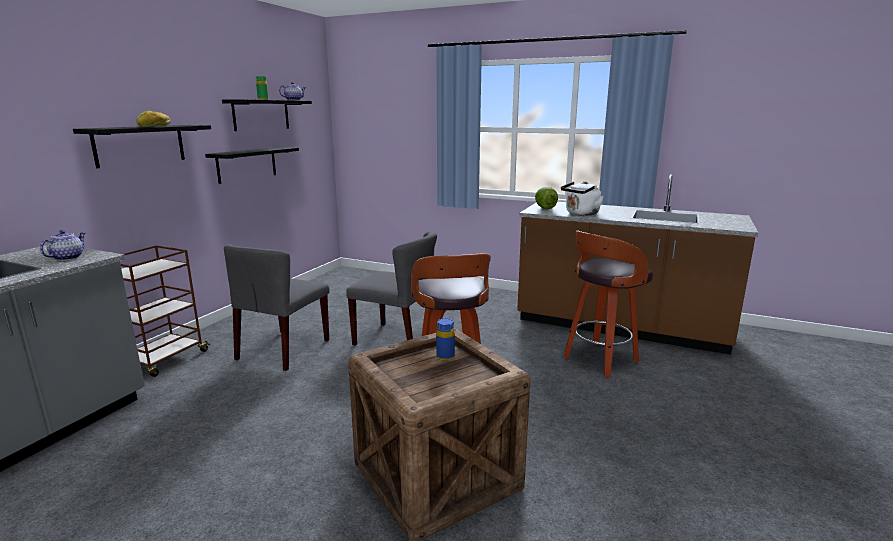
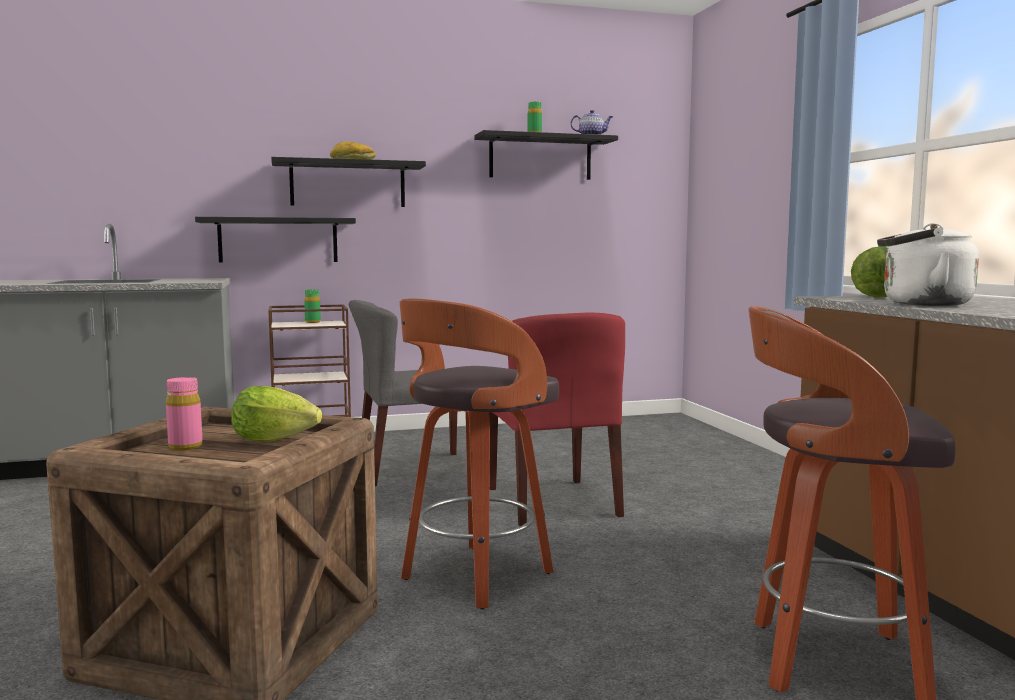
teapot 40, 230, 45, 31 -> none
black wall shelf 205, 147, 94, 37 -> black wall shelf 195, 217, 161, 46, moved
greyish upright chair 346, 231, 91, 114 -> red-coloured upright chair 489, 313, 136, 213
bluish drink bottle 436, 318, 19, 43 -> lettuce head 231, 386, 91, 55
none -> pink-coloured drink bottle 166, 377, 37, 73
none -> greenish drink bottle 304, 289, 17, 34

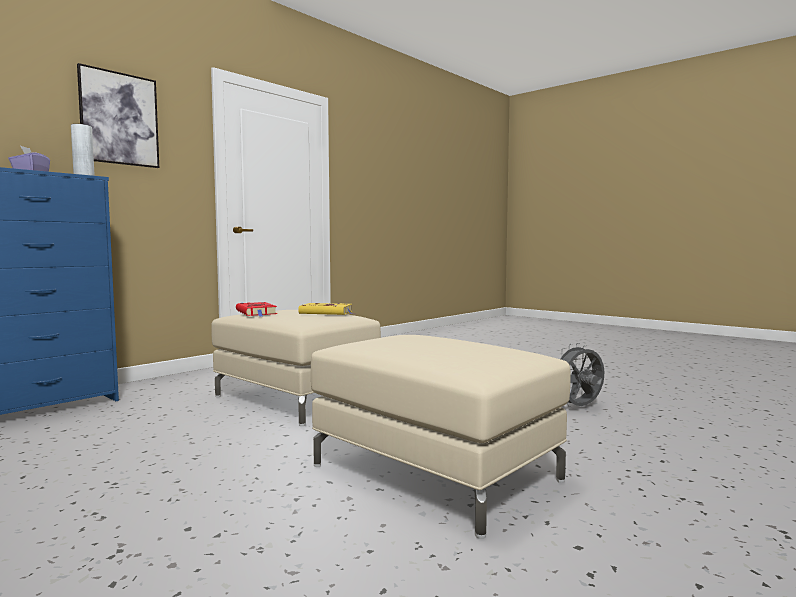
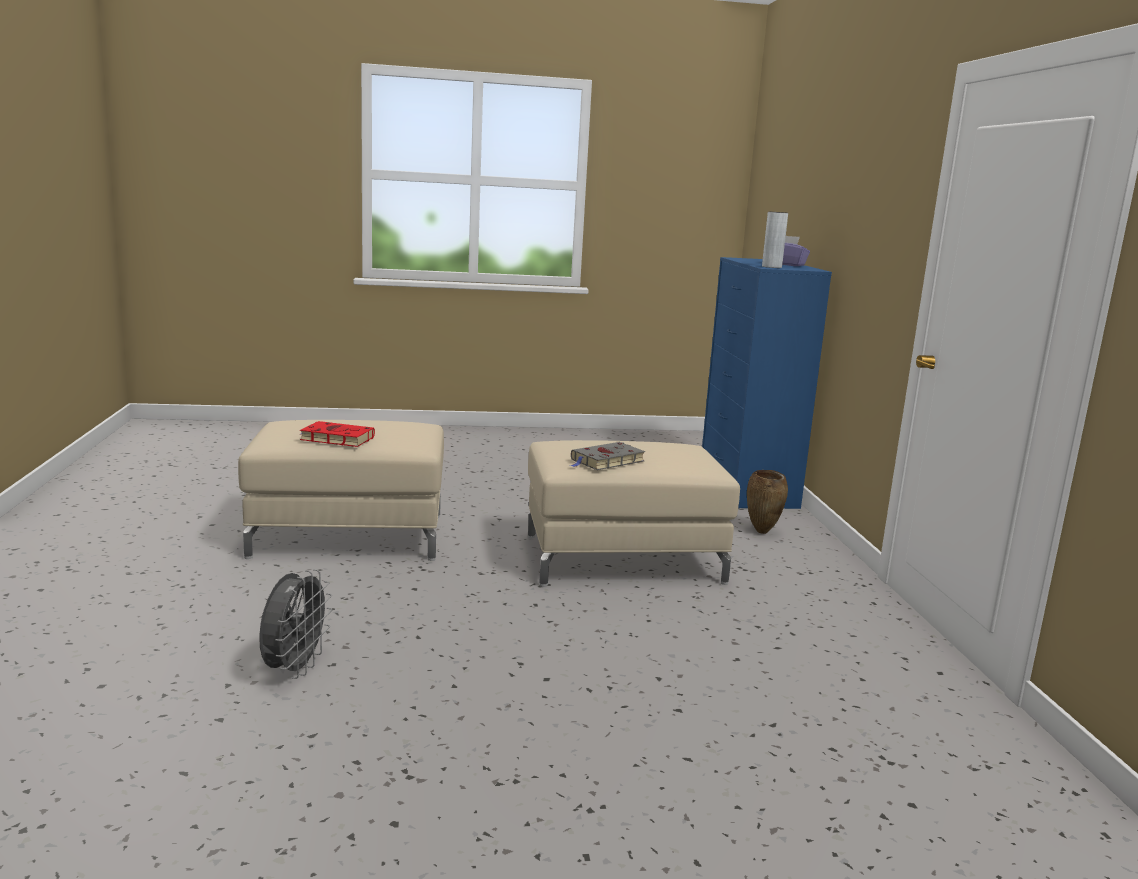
wall picture 77, 63, 82, 105 -> none
red-coloured book 236, 302, 41, 15 -> red-coloured book 300, 421, 75, 26, moved
yellowish book 298, 303, 55, 12 -> greyish book 570, 442, 75, 28
none -> brown flower vase 747, 470, 41, 64

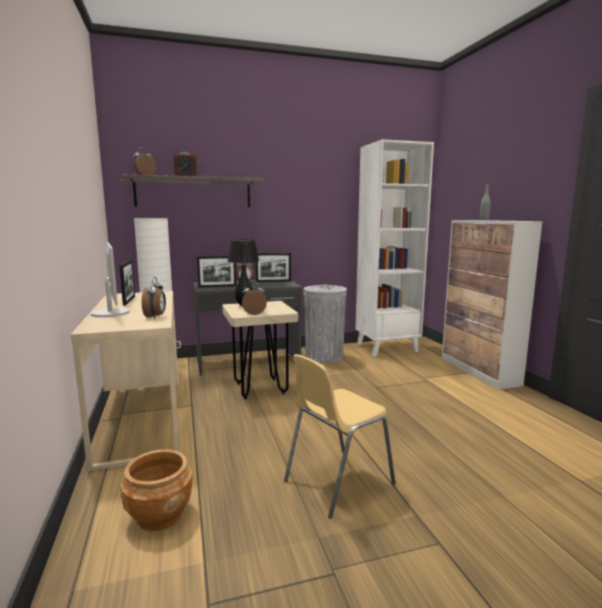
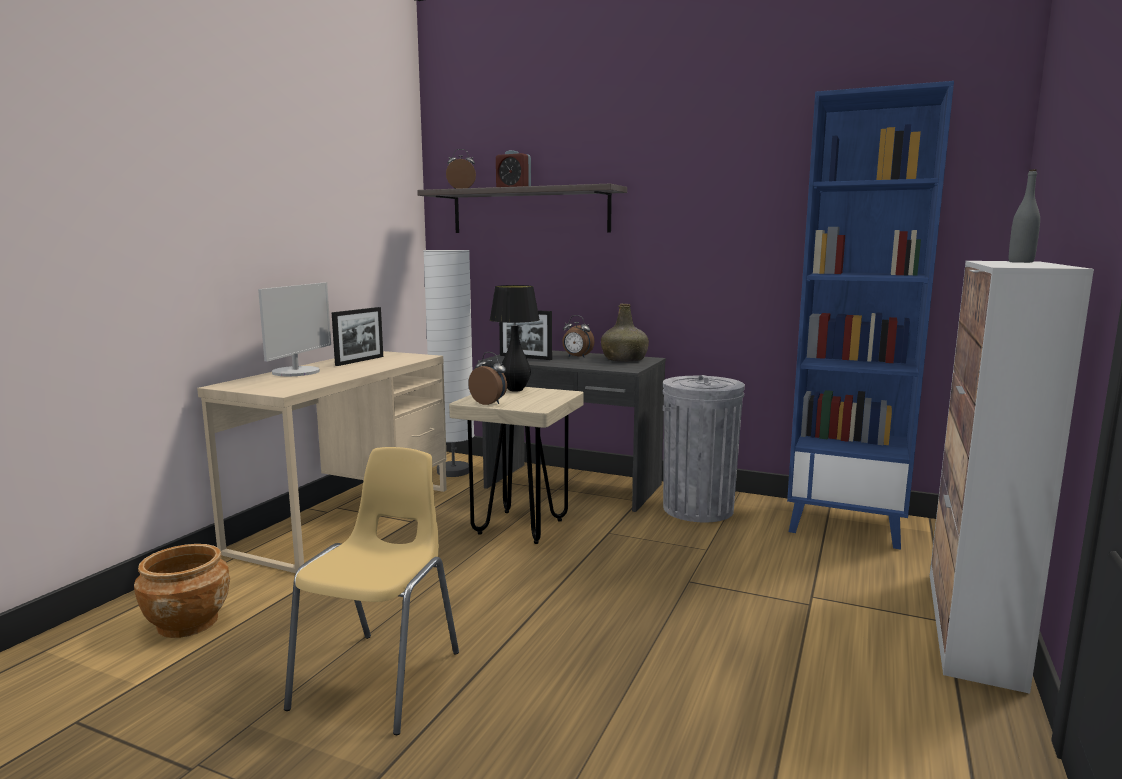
bedside clock 142, 277, 24, 42 -> none
photo frame 256, 253, 35, 29 -> greenish drink bottle 601, 304, 48, 58
yellowish upright chair 284, 354, 112, 165 -> yellowish upright chair 284, 447, 175, 288, 105 degrees clockwise
whitish bookshelf 355, 139, 79, 217 -> bluish bookshelf 787, 81, 167, 469

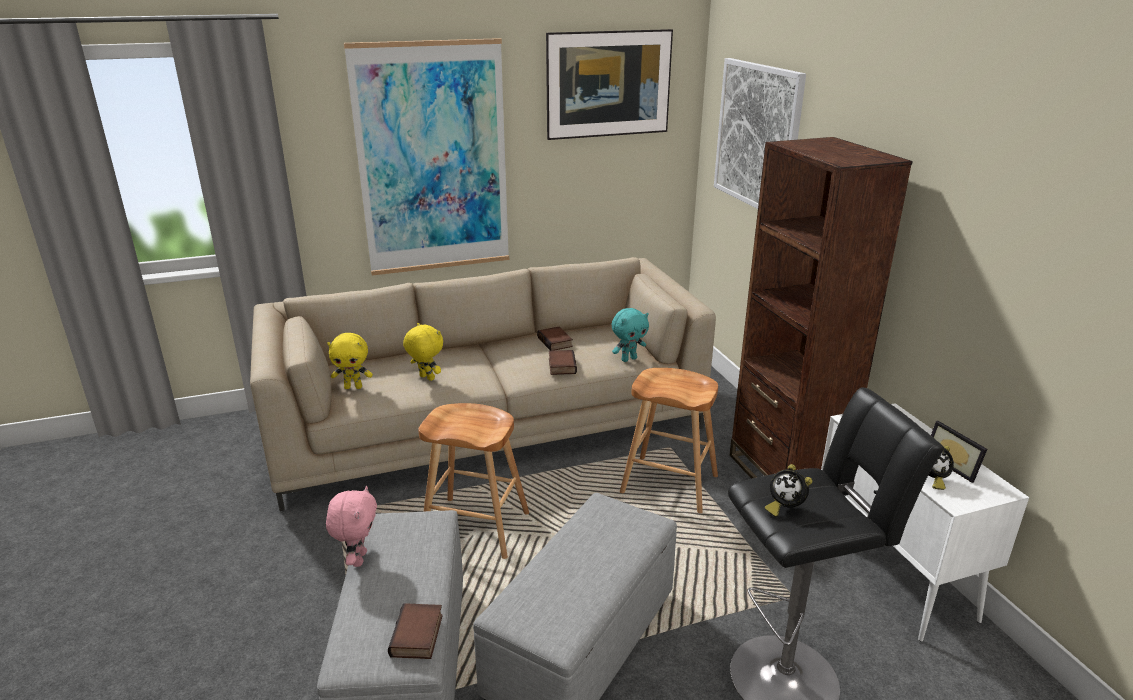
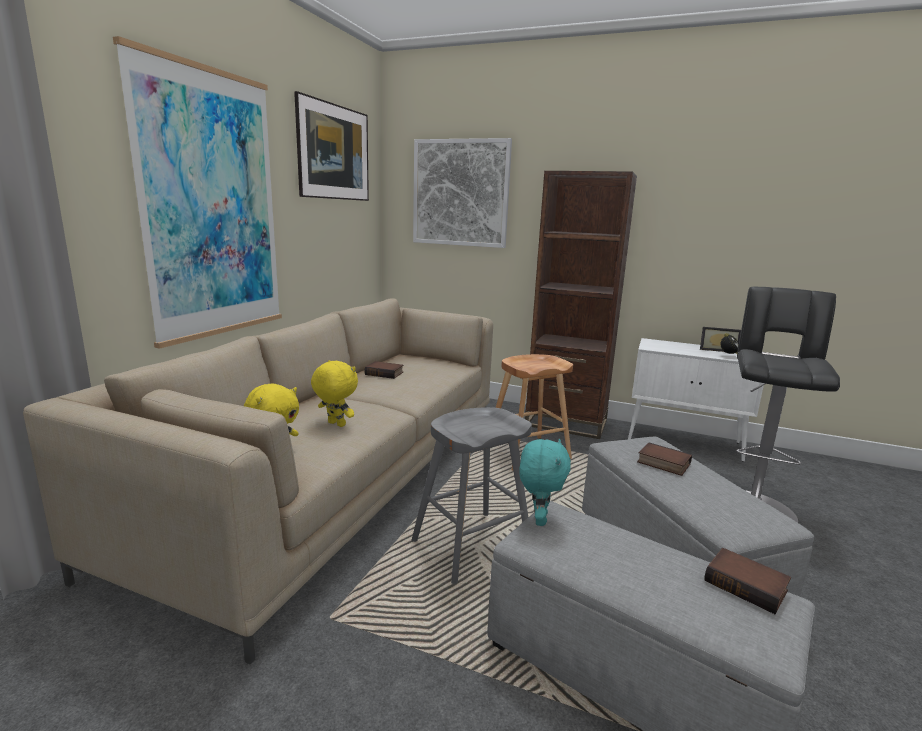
pink-coloured plush toy 326, 486, 51, 81 -> none
yellowish plush toy 403, 323, 40, 58 -> yellowish plush toy 311, 360, 47, 67, 45 degrees clockwise
brown stool seat 418, 403, 111, 156 -> greyish stool seat 412, 407, 120, 177
book 549, 350, 28, 25 -> book 637, 442, 55, 34, moved
turquoise plush toy 612, 308, 37, 54 -> turquoise plush toy 519, 439, 52, 87, moved
bedside clock 765, 464, 47, 53 -> none

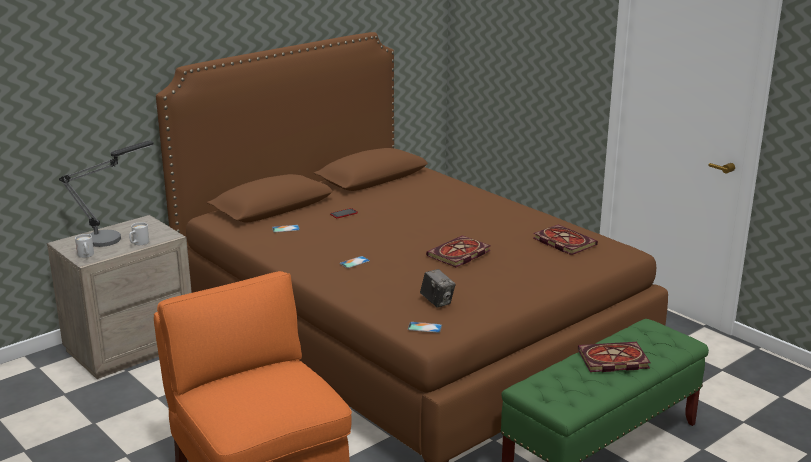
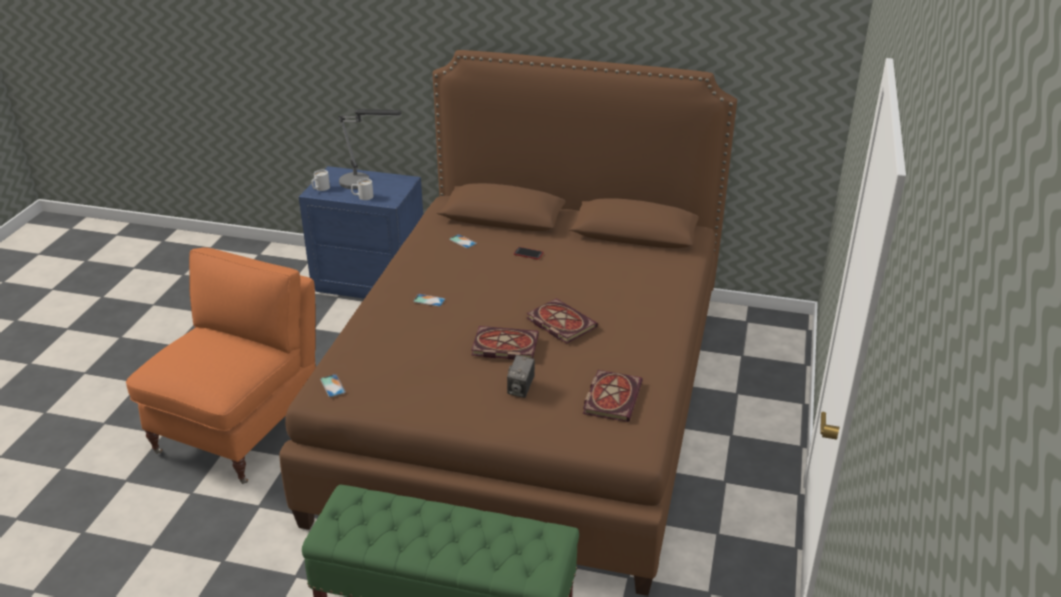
sand-coloured bedside table 47, 215, 145, 164 -> bluish bedside table 299, 166, 124, 133
still camera 420, 269, 36, 39 -> still camera 507, 355, 28, 43, moved
book 578, 342, 72, 30 -> book 526, 298, 72, 46, moved

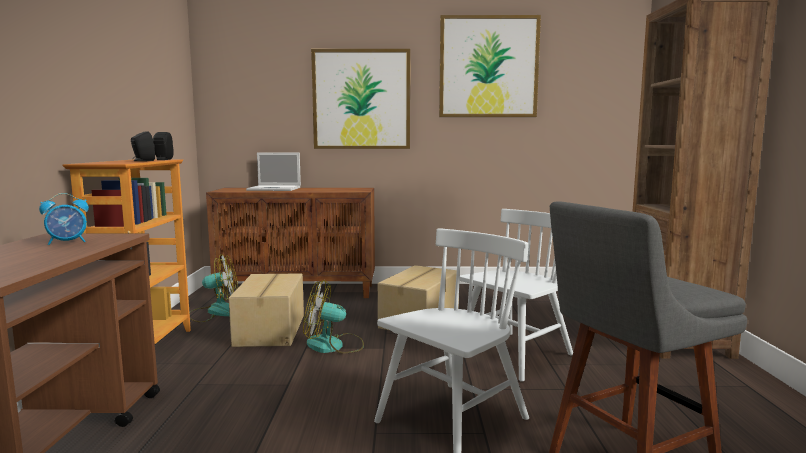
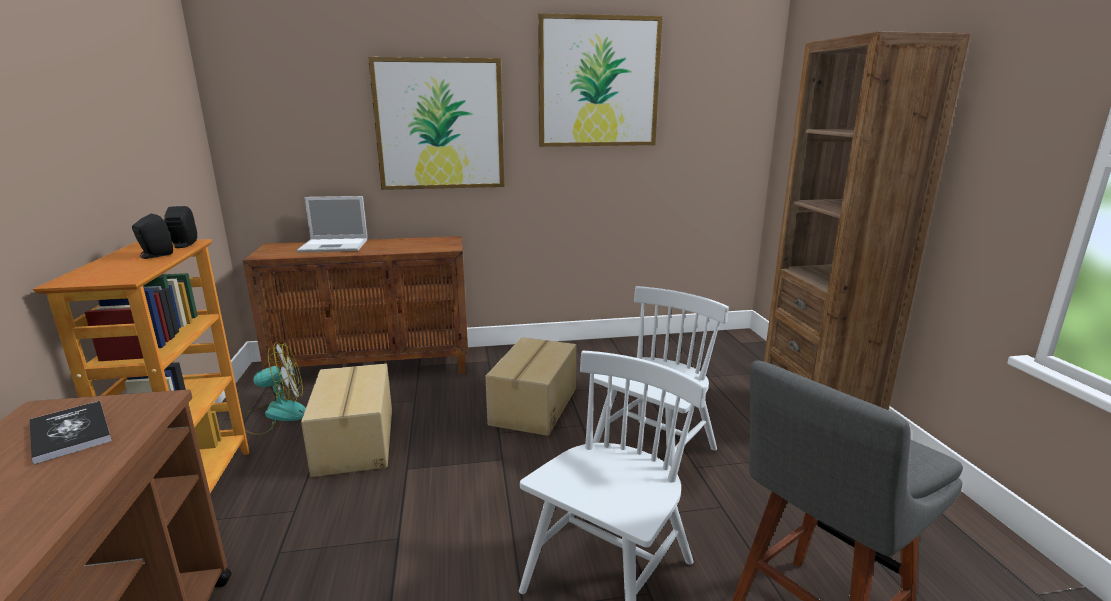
bedside clock 39, 193, 50, 52 -> book 30, 401, 82, 63
fan 303, 280, 61, 74 -> none

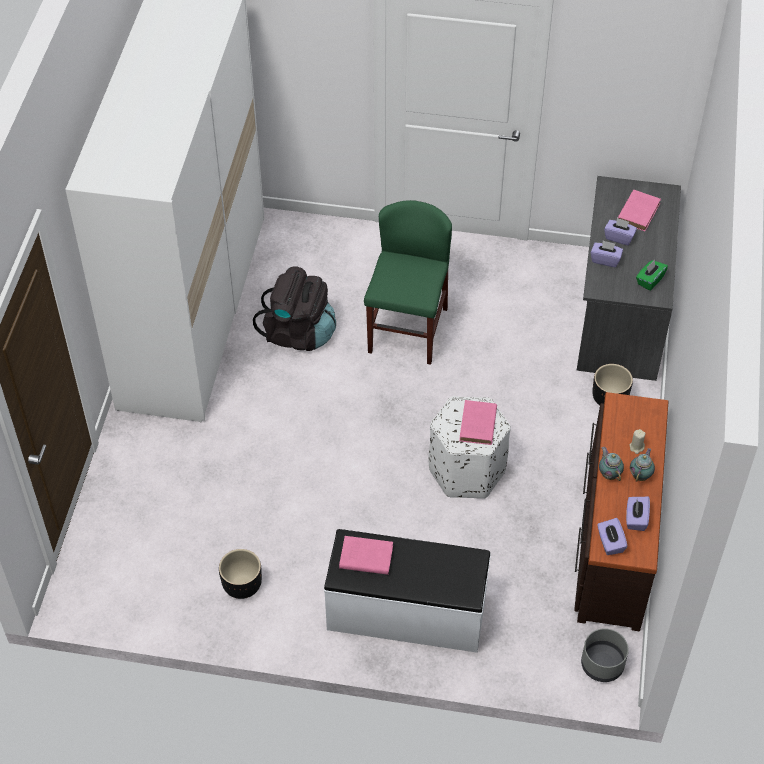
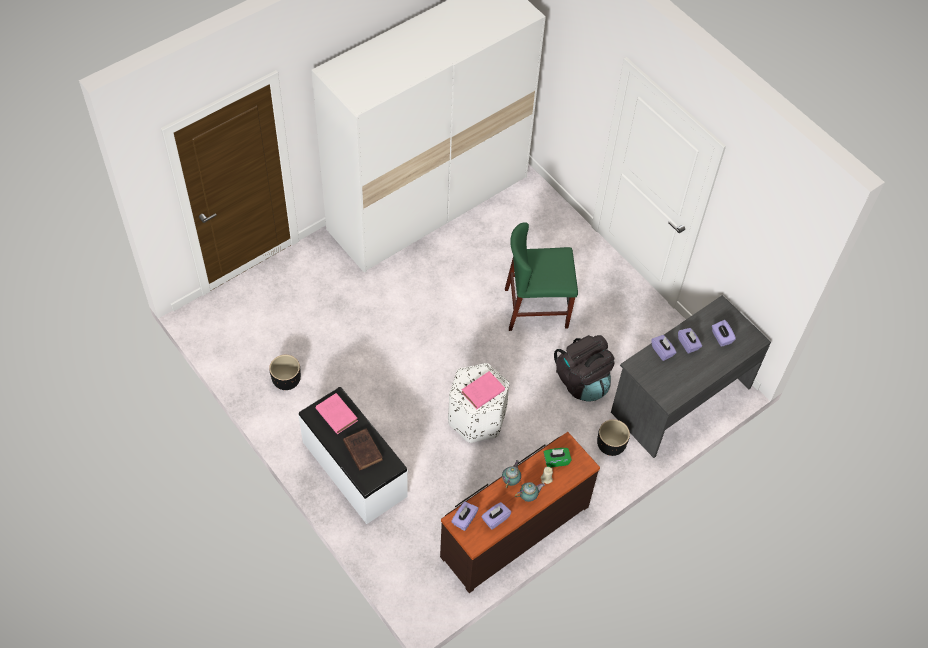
black rucksack 253, 266, 83, 85 -> black rucksack 554, 335, 61, 66, moved
greenish upright chair 364, 200, 88, 165 -> greenish upright chair 505, 222, 73, 109, 150 degrees counterclockwise
greyish flower pot 581, 628, 48, 54 -> none
pink-coloured book 618, 190, 43, 41 -> purple tissue holder 712, 320, 24, 27
greenish tissue holder 636, 260, 32, 31 -> greenish tissue holder 544, 448, 28, 19, moved
none -> brown book 343, 428, 40, 42

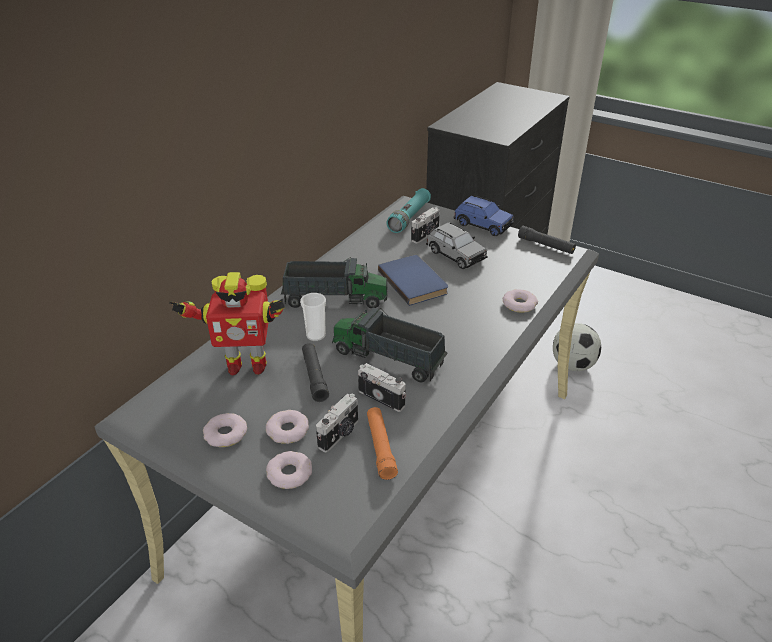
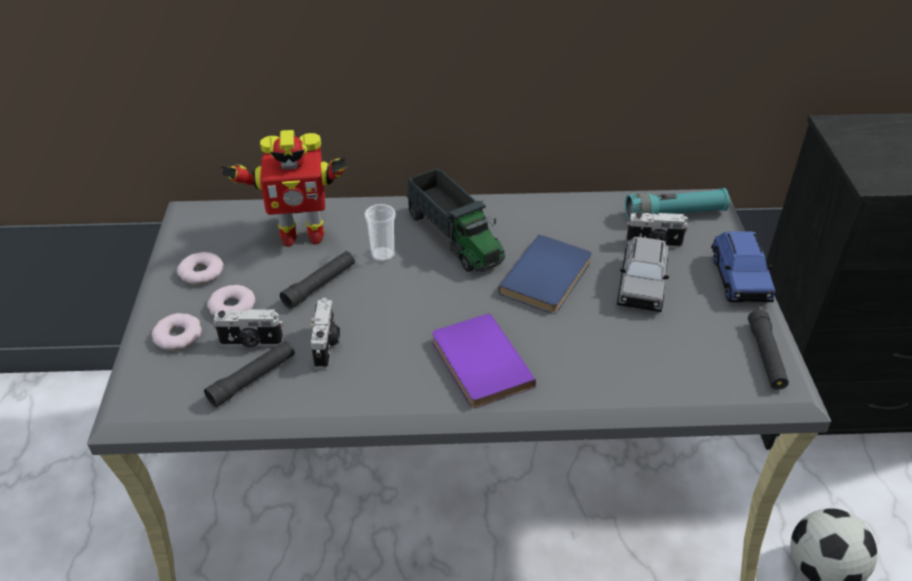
robot figure 169, 272, 116, 103 -> robot figure 219, 130, 129, 117, 60 degrees counterclockwise
toy truck 332, 307, 116, 76 -> none
orange-coloured hand torch 367, 407, 31, 73 -> black hand torch 204, 341, 91, 67
ring doughnut 503, 289, 35, 24 -> none
none -> purple book 432, 313, 104, 95

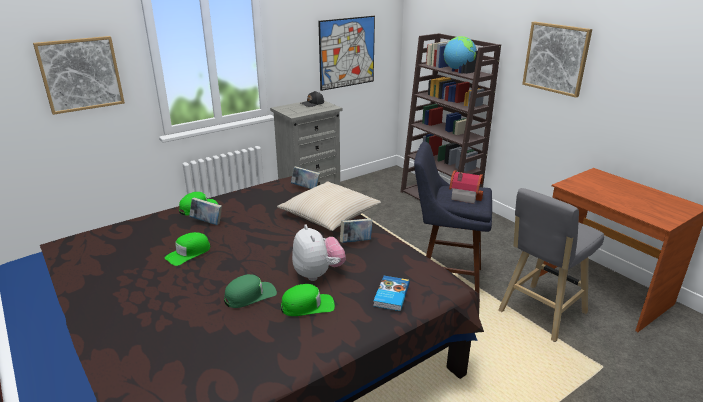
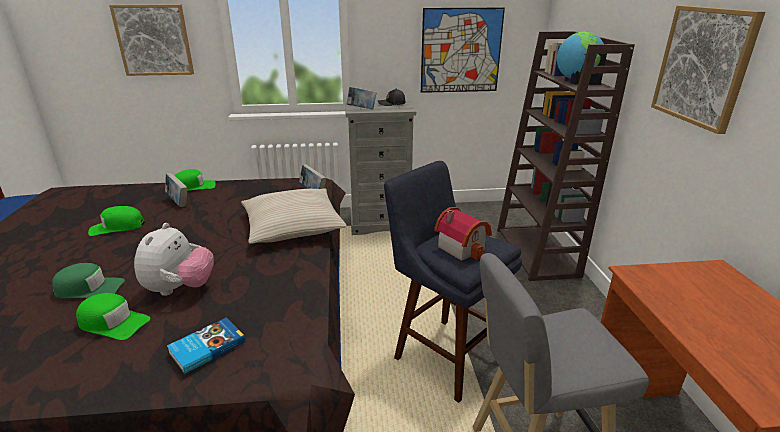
book 340, 218, 33, 25 -> book 347, 87, 30, 22, moved

